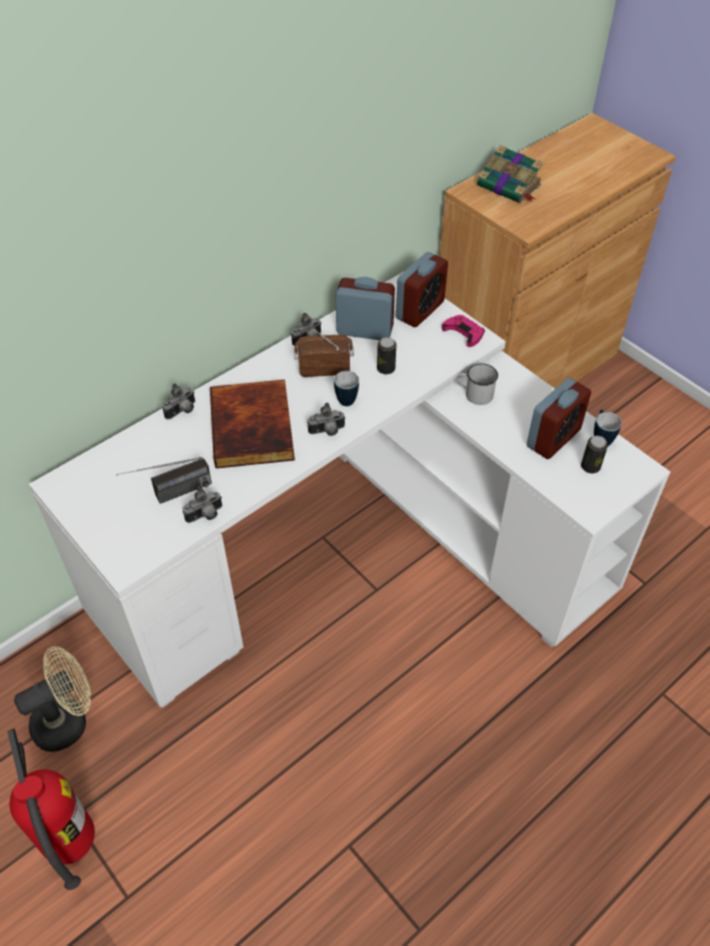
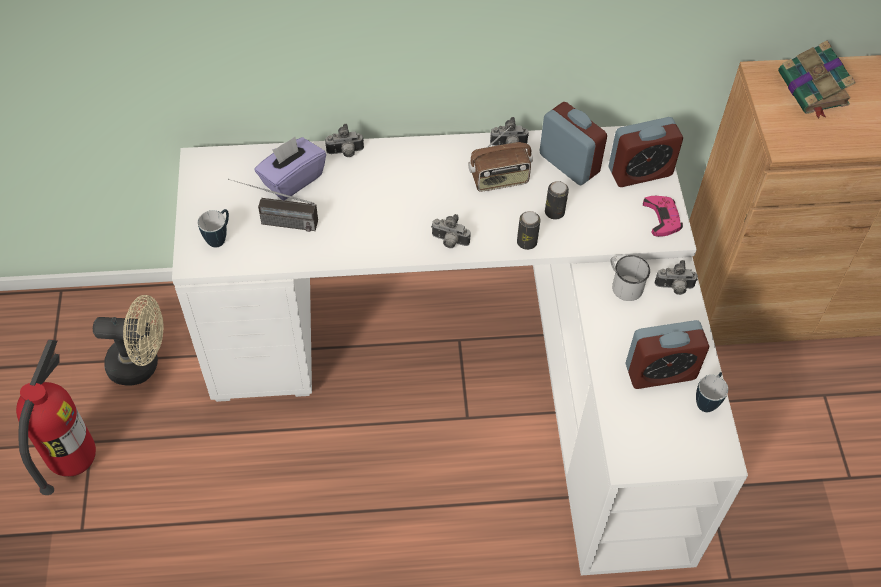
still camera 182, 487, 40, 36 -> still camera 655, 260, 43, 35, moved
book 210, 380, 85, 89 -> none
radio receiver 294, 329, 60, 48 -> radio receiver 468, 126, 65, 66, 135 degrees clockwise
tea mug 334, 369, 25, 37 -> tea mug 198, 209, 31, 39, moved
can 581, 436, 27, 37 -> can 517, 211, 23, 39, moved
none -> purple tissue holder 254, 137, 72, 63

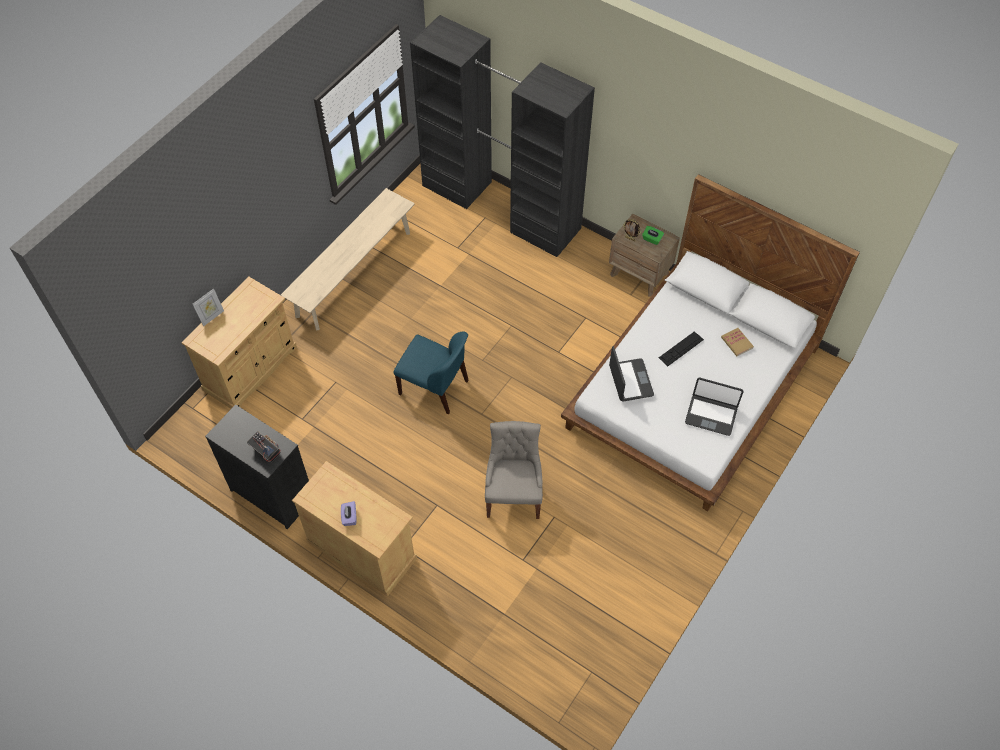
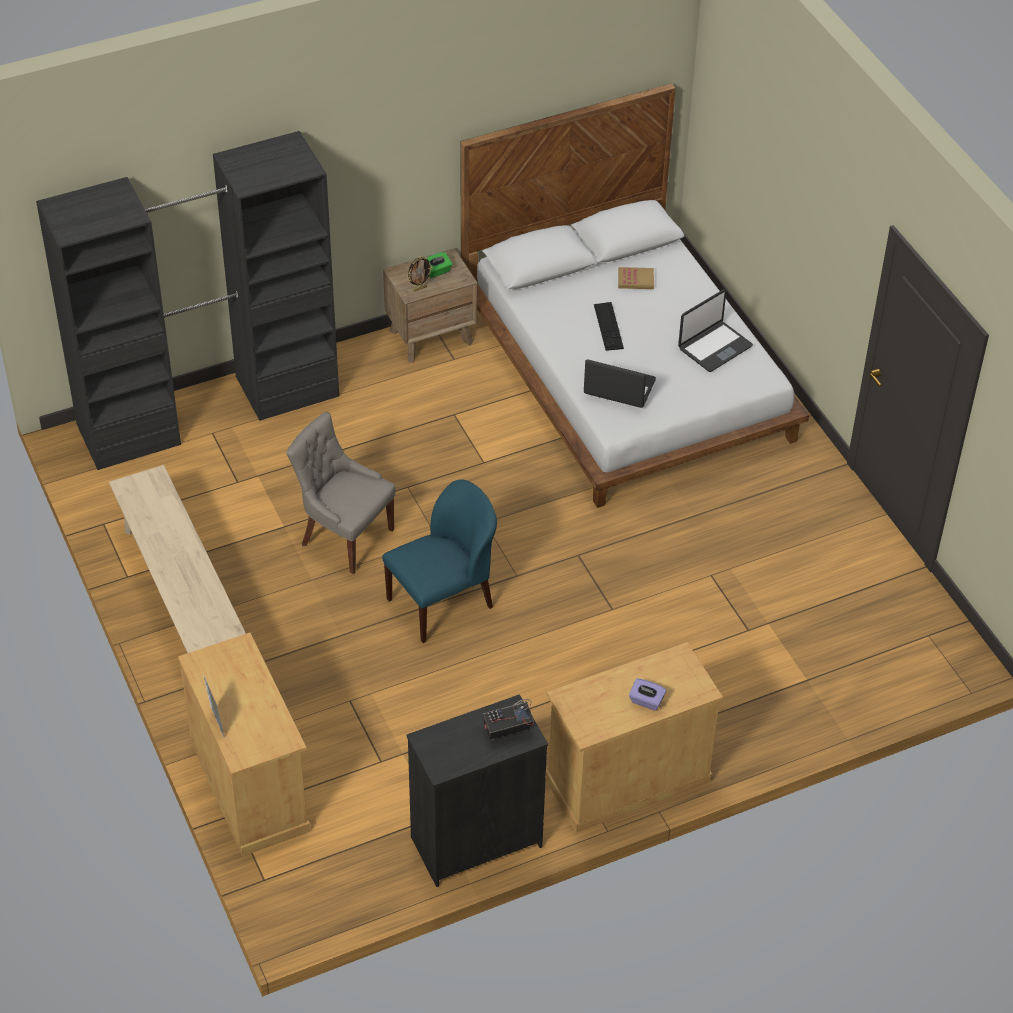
greyish upright chair 485, 421, 58, 98 -> greyish upright chair 286, 412, 110, 162, moved

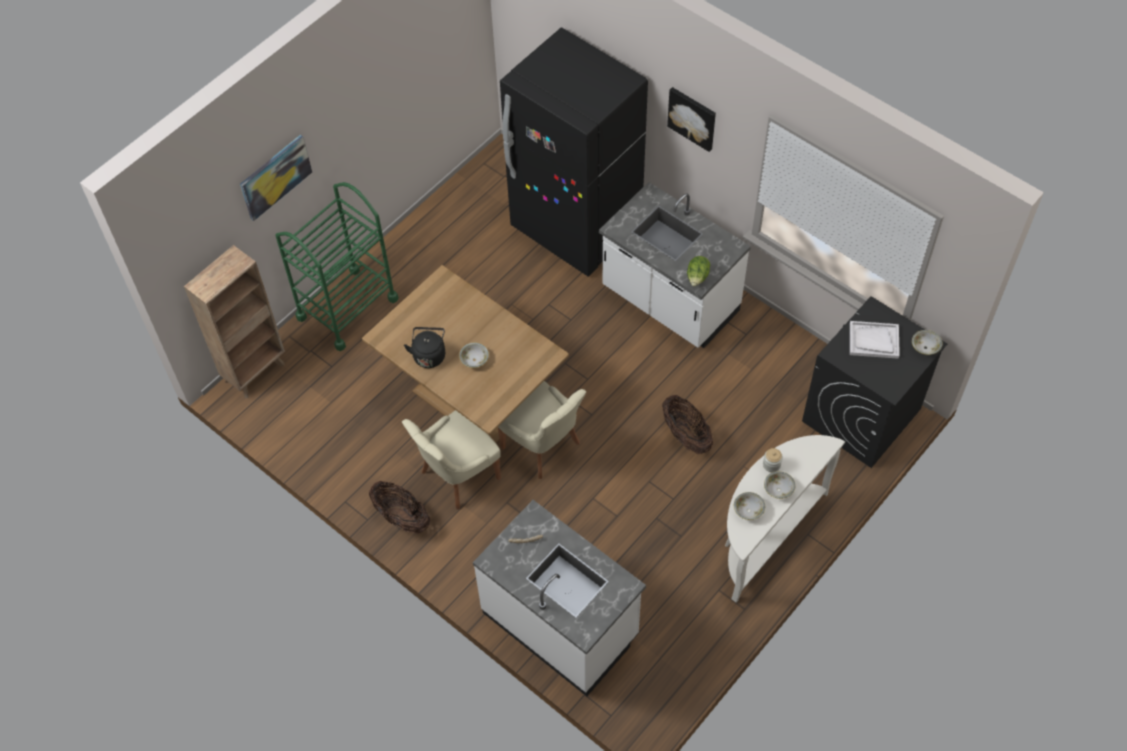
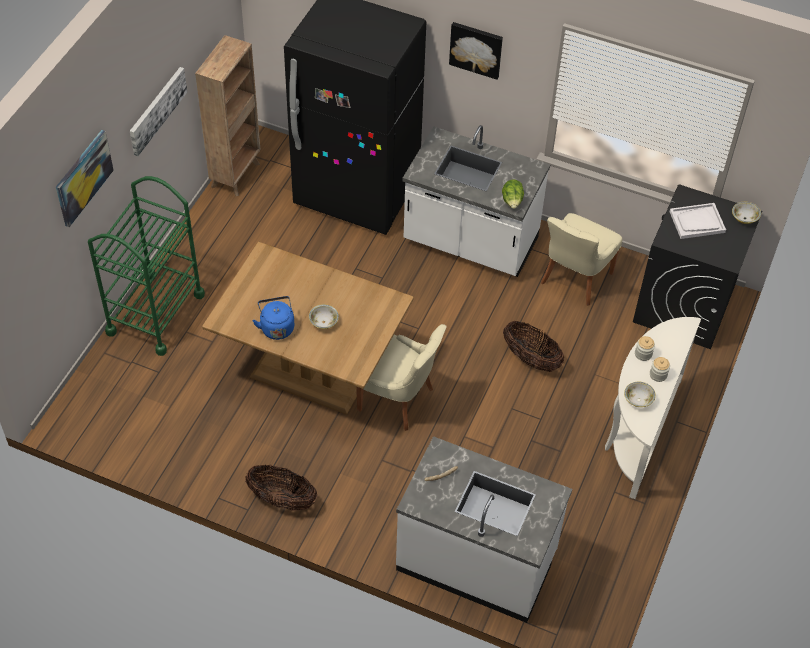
brown bookshelf 184, 245, 101, 153 -> brown bookshelf 195, 35, 66, 161, moved
sand-coloured upright chair 402, 410, 99, 99 -> sand-coloured upright chair 541, 213, 82, 93, moved
black kettle 404, 327, 41, 41 -> bluish kettle 253, 296, 41, 44
deep dish 764, 471, 31, 28 -> jar 650, 357, 20, 25
none -> wall picture 130, 67, 57, 89

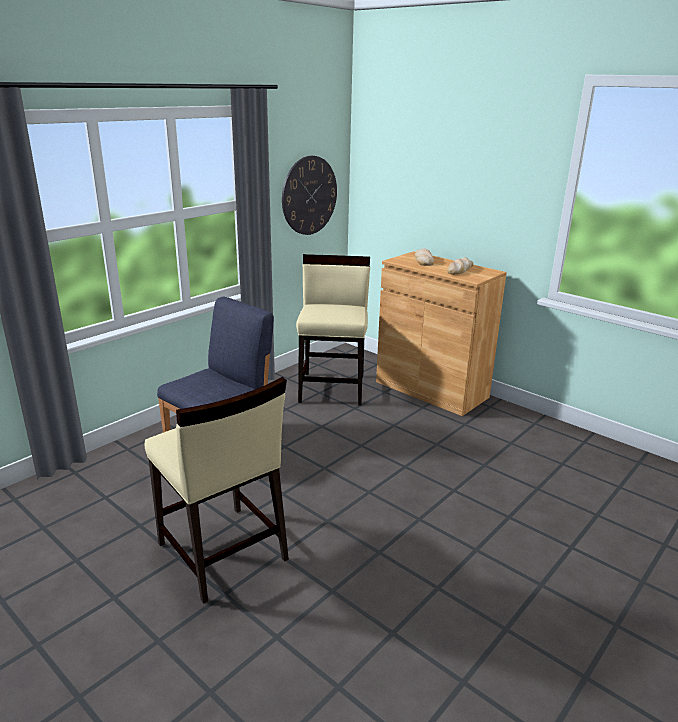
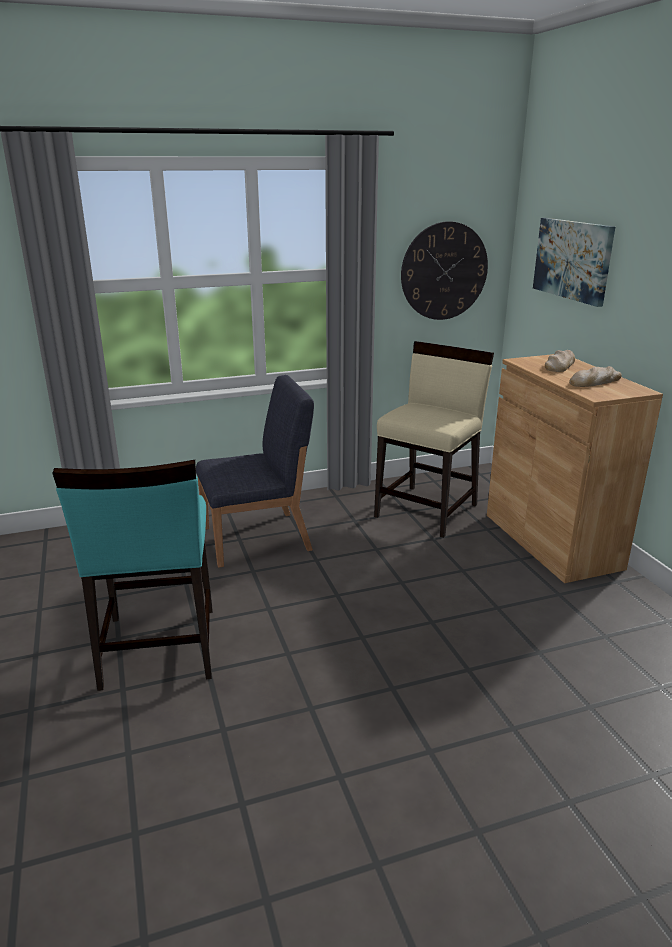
sand-coloured upright chair 145, 377, 144, 227 -> turquoise upright chair 52, 460, 161, 231
none -> wall picture 533, 218, 82, 89

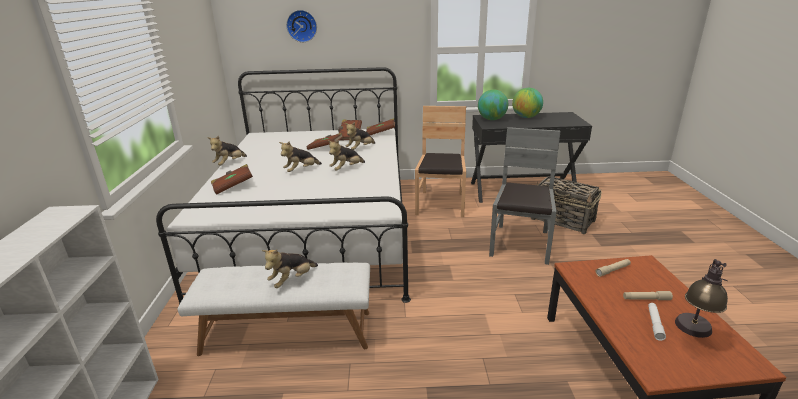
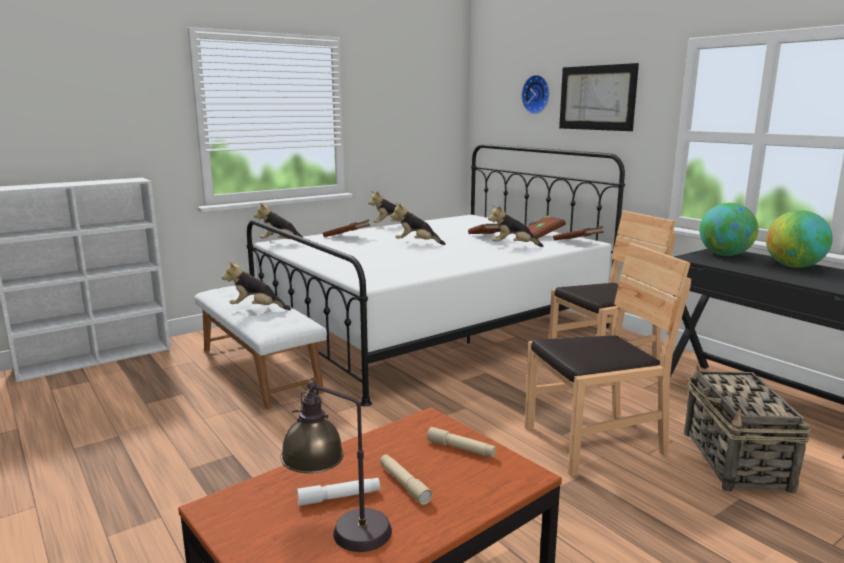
plush toy 328, 140, 37, 31 -> plush toy 254, 203, 49, 36, moved
greyish upright chair 489, 127, 72, 138 -> brown upright chair 524, 243, 167, 234
none -> wall picture 559, 63, 80, 68

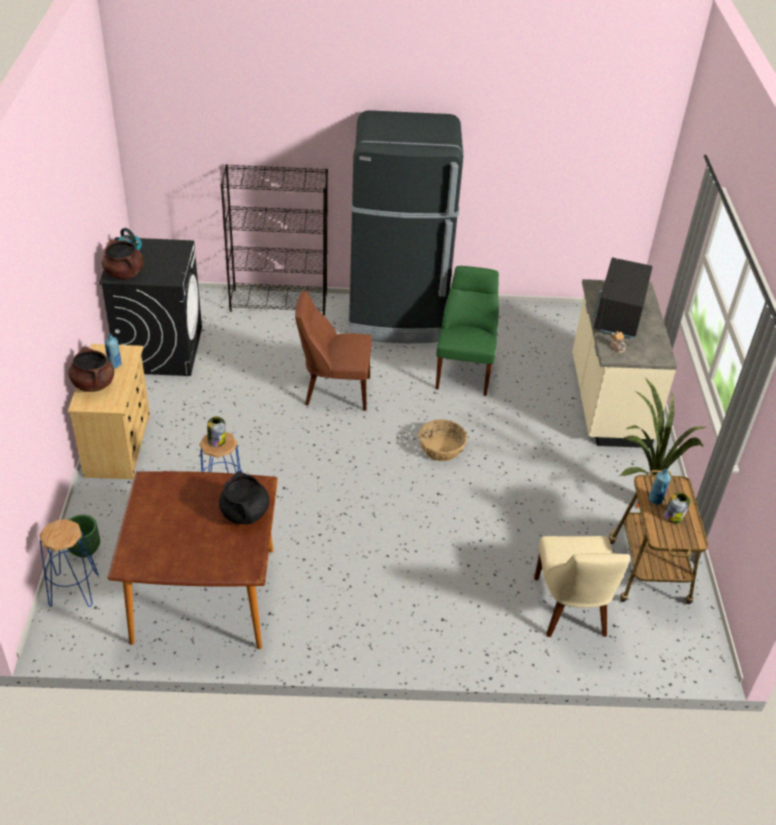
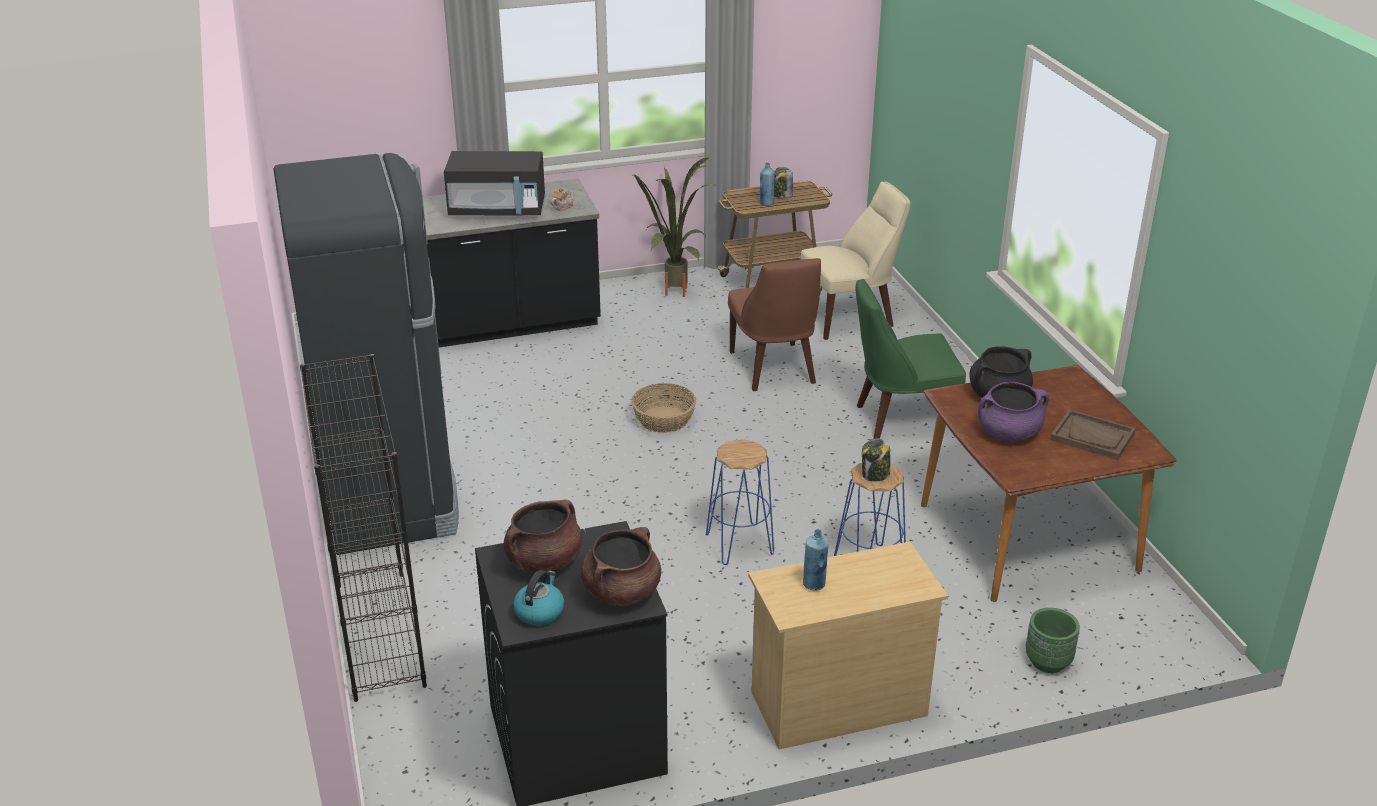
bluish stool seat 39, 519, 60, 88 -> bluish stool seat 706, 439, 68, 126, moved
brown saucepot 68, 347, 46, 45 -> brown saucepot 504, 499, 78, 74, moved
brown upright chair 295, 291, 77, 120 -> brown upright chair 728, 258, 93, 133, moved
greenish upright chair 436, 266, 63, 130 -> greenish upright chair 856, 279, 110, 160, moved
sand-coloured kitchen base unit 572, 279, 105, 169 -> black kitchen base unit 423, 179, 178, 168
none -> purple saucepot 978, 382, 71, 59
none -> brown carrying tray 1050, 409, 86, 51

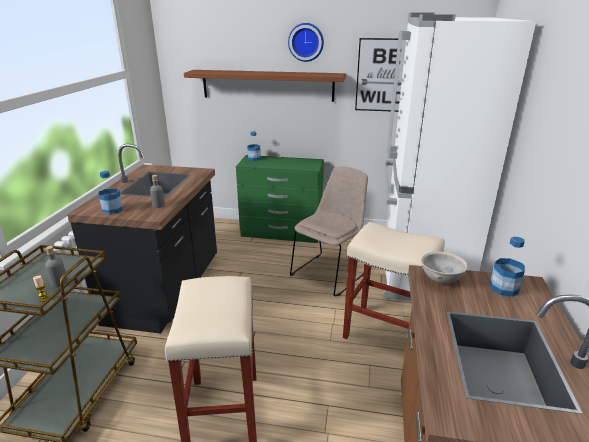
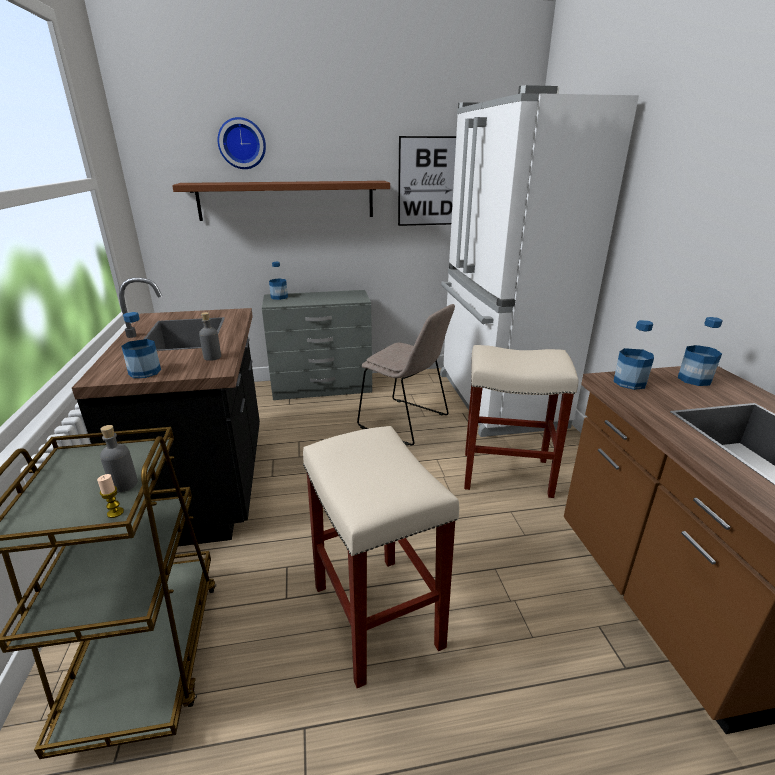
greenish dresser 236, 155, 88, 88 -> greyish dresser 262, 290, 110, 110
hanging clock 288, 23, 36, 39 -> hanging clock 218, 117, 48, 52, moved
sand-coloured upright chair 290, 166, 78, 130 -> sand-coloured upright chair 357, 304, 98, 142, 105 degrees clockwise
greyish deep dish 421, 251, 47, 33 -> drink bottle 613, 320, 41, 70

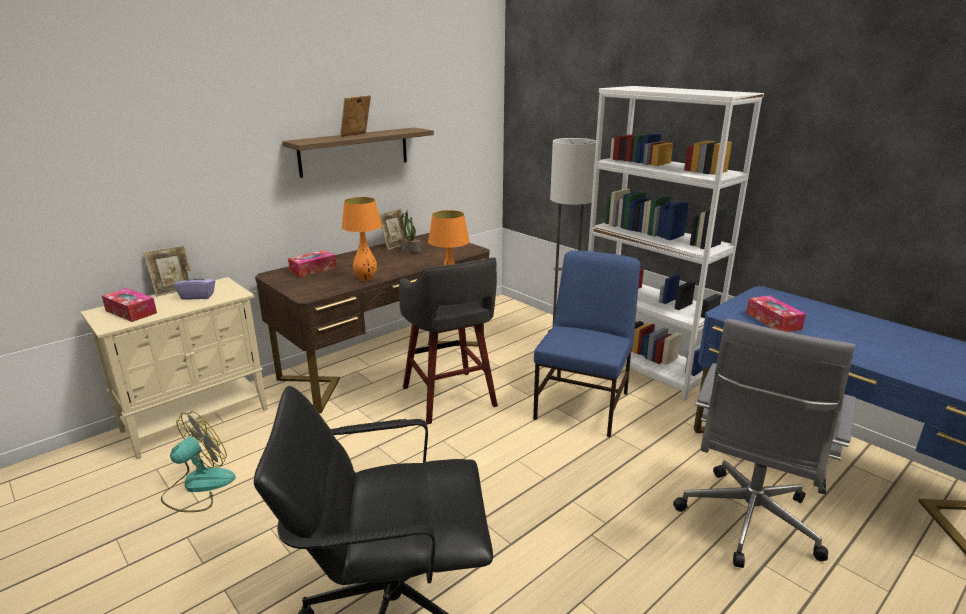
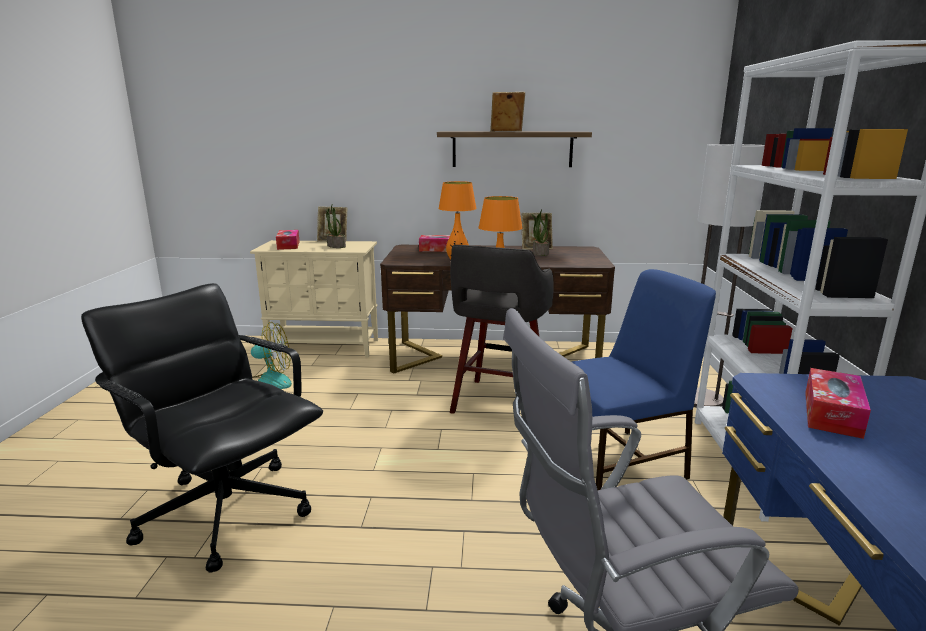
purple tissue holder 174, 271, 41, 29 -> plant in a pot 325, 205, 21, 43

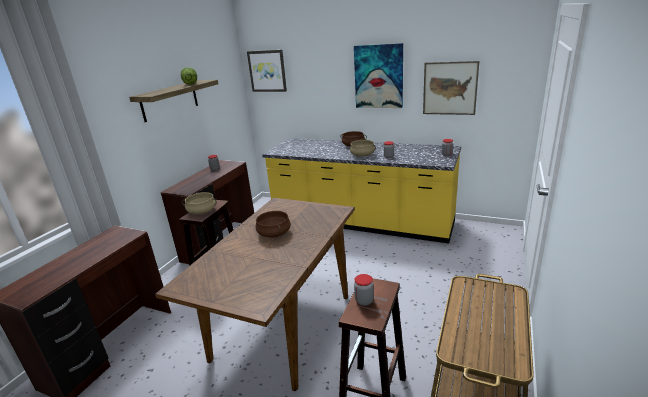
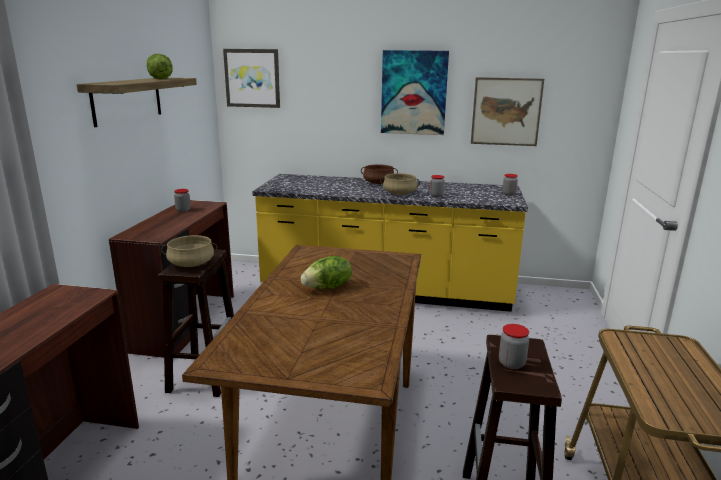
brown saucepot 256, 211, 35, 27 -> lettuce head 301, 256, 51, 33

